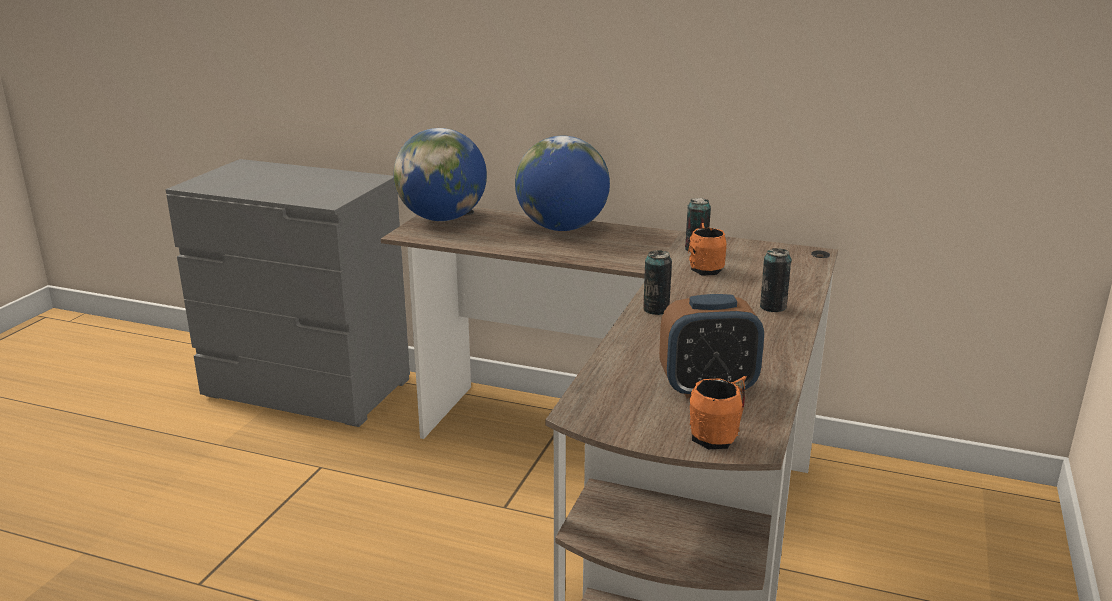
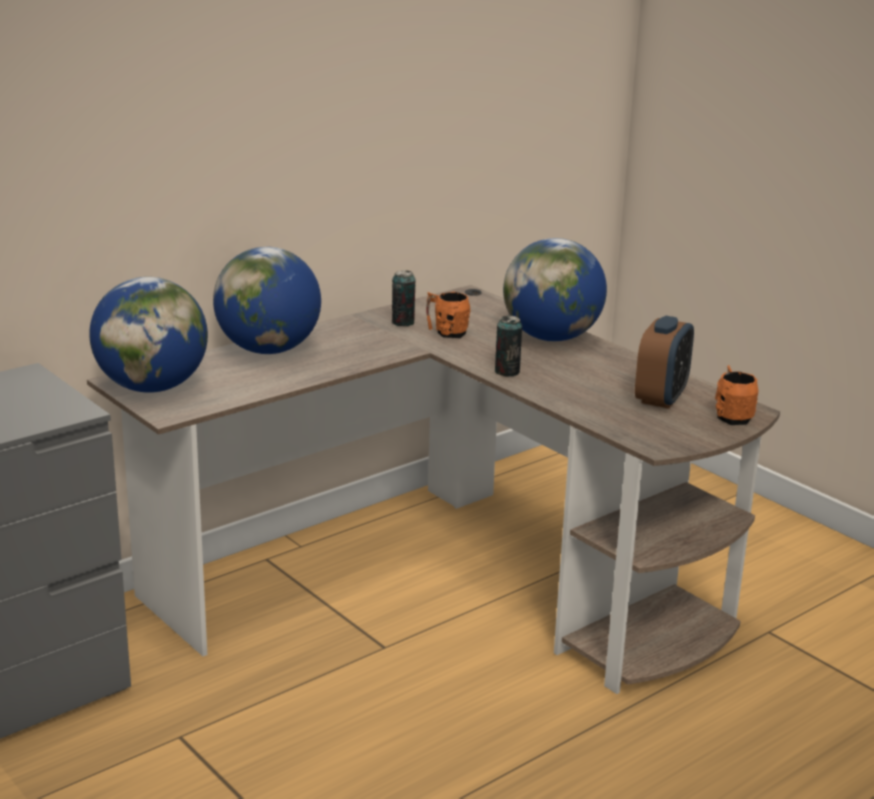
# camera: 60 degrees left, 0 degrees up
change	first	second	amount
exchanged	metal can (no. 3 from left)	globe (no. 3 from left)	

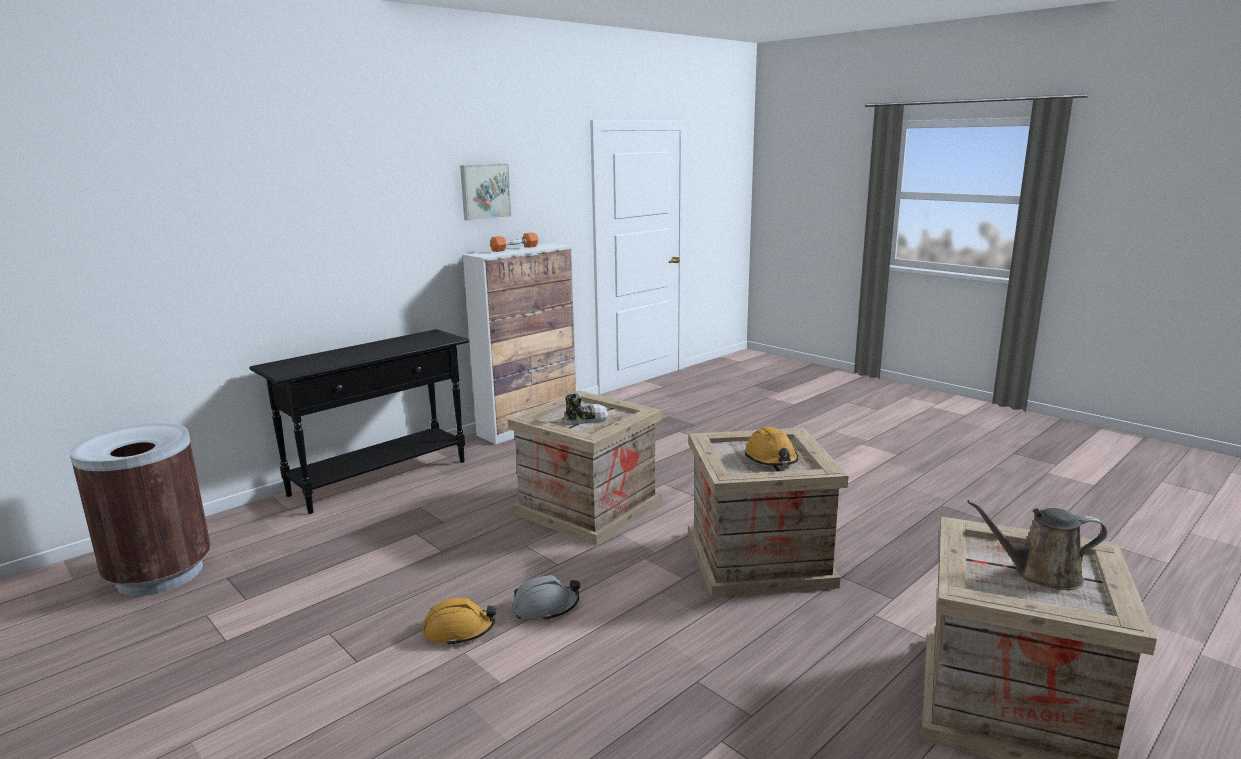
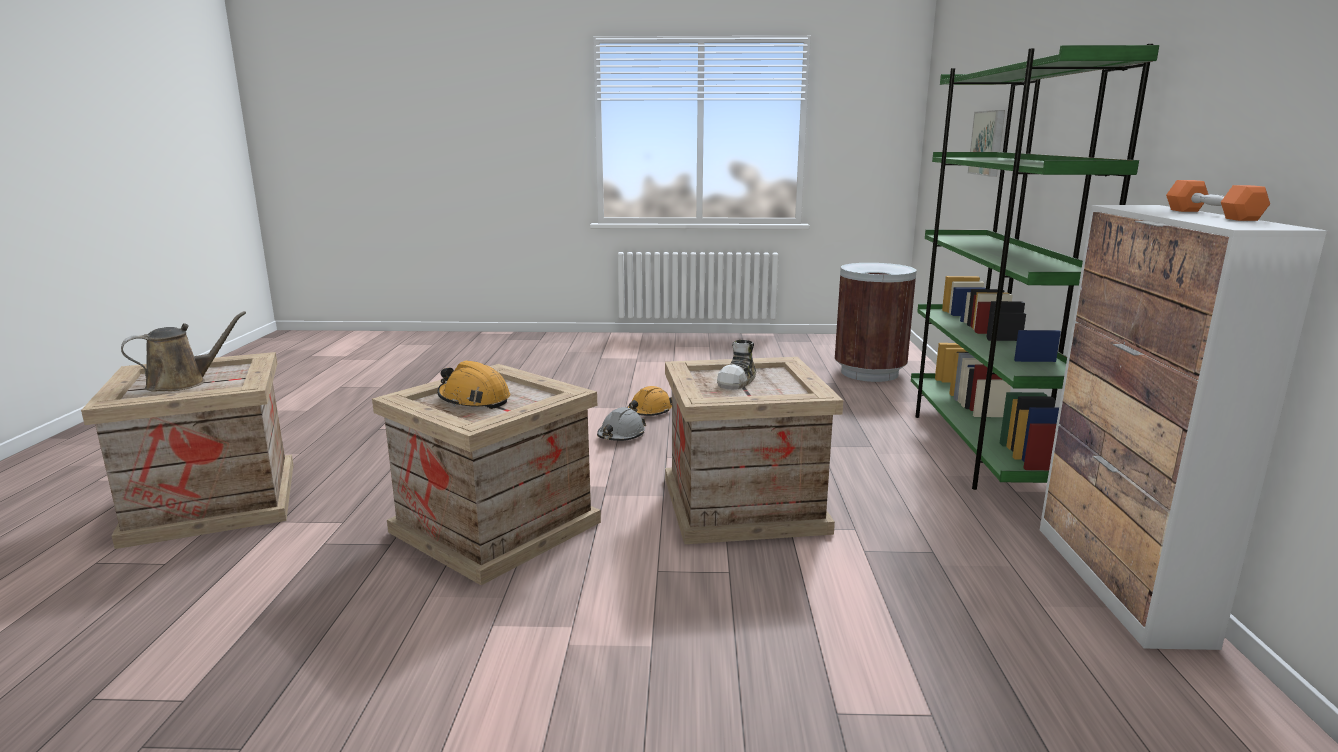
# camera: 135 degrees right, 0 degrees up
change	first	second	amount
relocated	wall art		
exchanged	hall table in blackish	bookshelf in green-coloured	

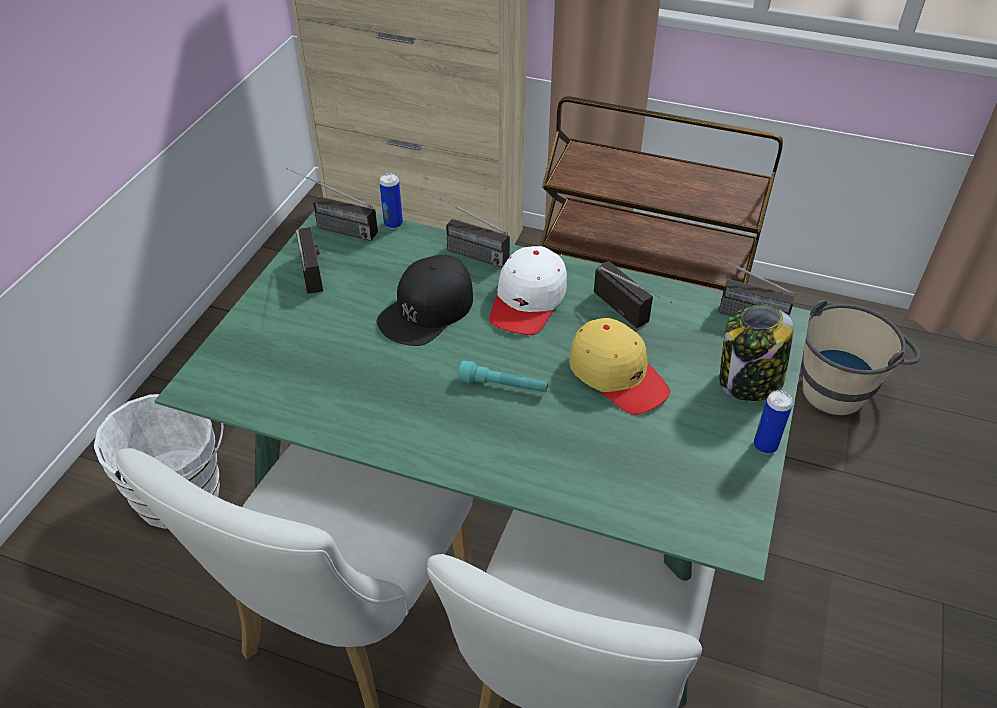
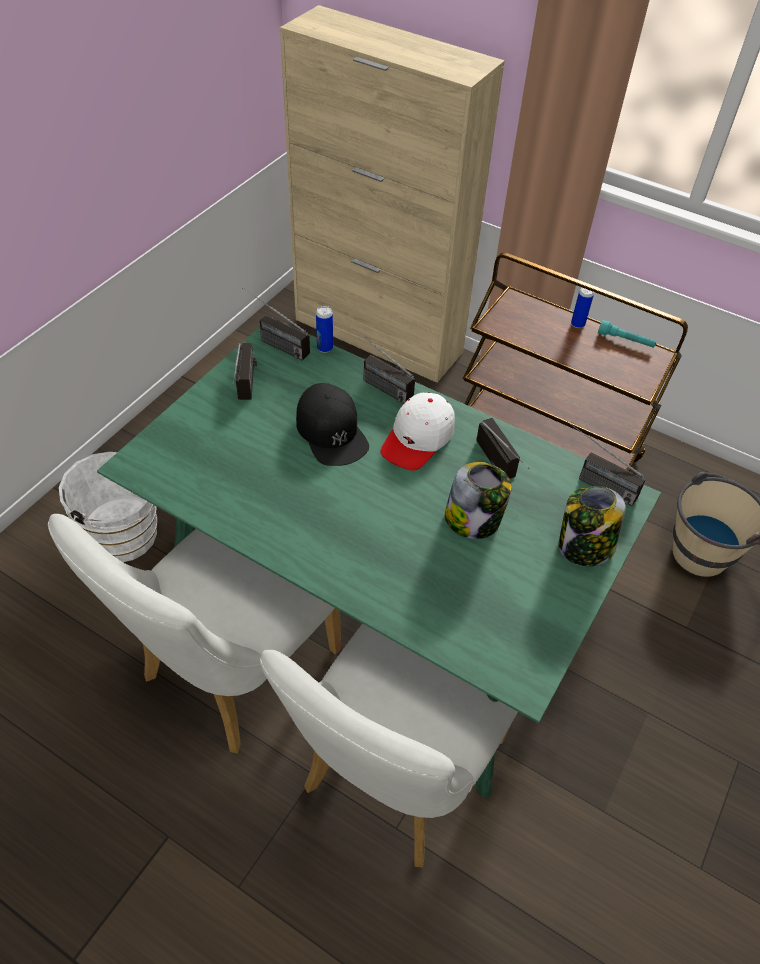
# camera: 10 degrees right, 5 degrees up
change	first	second	amount
relocated	flashlight in turquoise		
relocated	metal can (no. 2 from left)		
exchanged	peaked cap in yellow-coloured	storage jar (no. 1 from left)	
spun	peaked cap in blackish		75 degrees counterclockwise

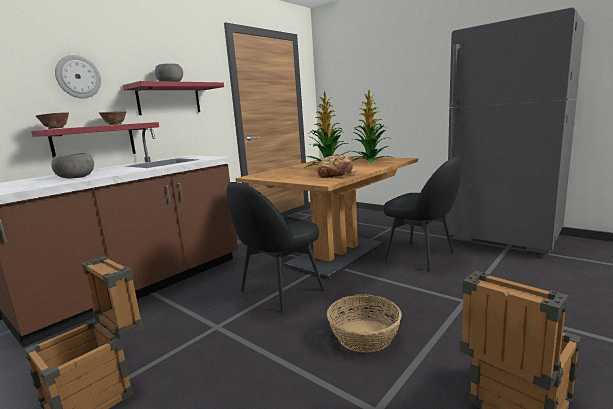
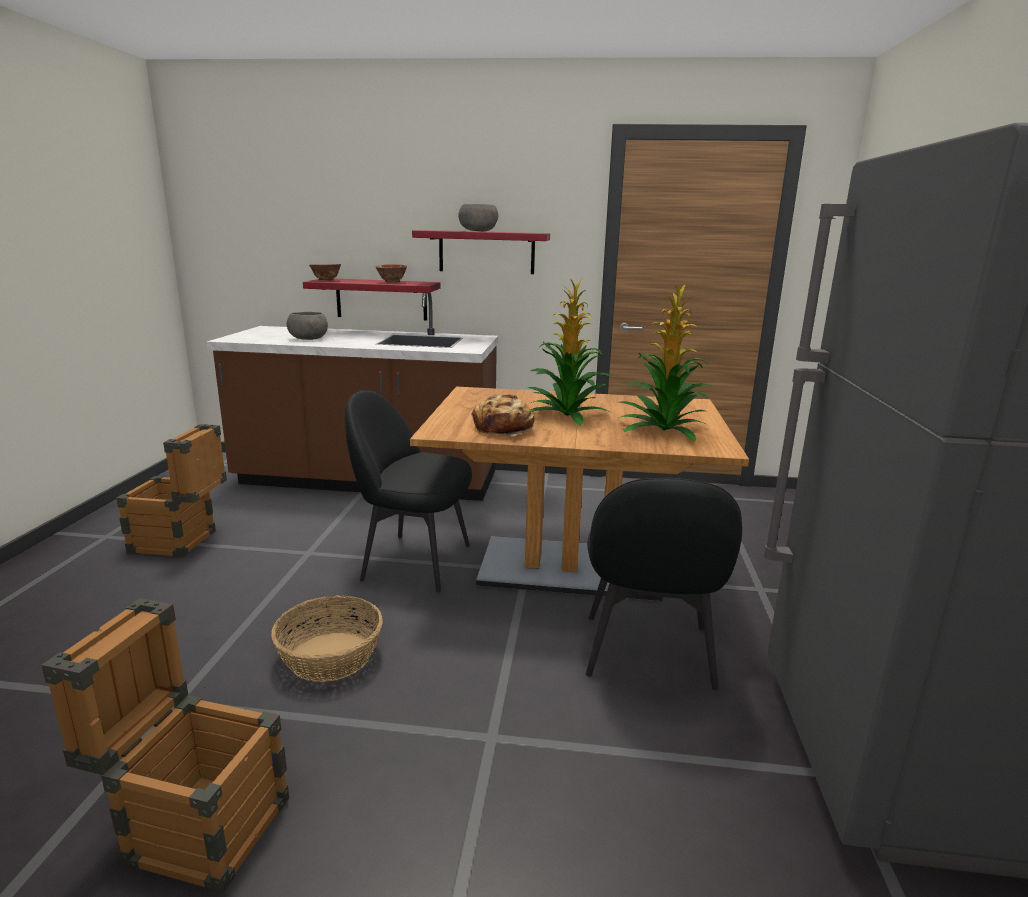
# camera: 55 degrees right, 5 degrees up
change	first	second	amount
missing	clock on the wall		

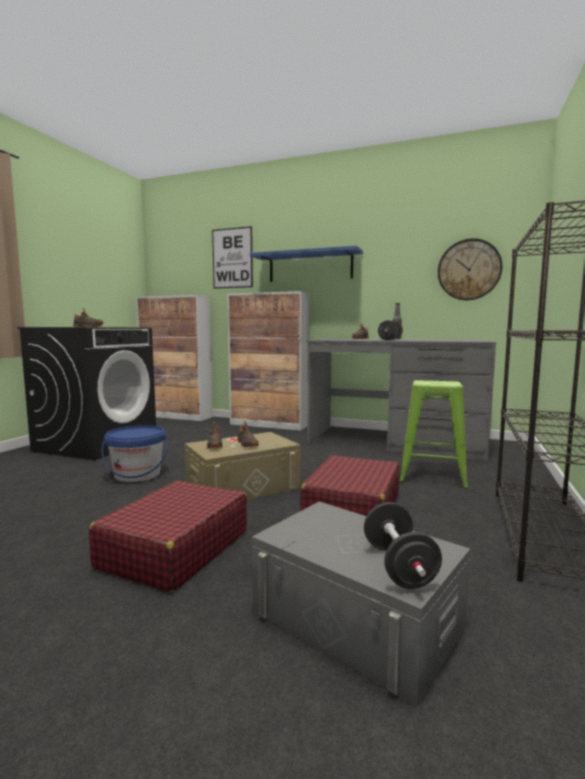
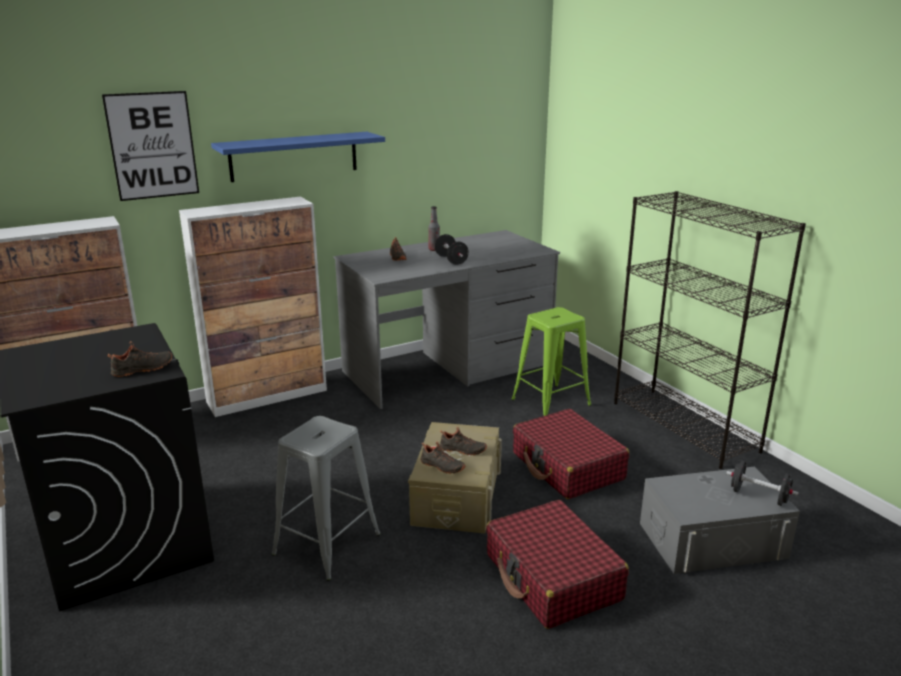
# camera: 50 degrees left, 15 degrees up
change	first	second	amount
missing	clock on the wall		
exchanged	bucket in blue-coloured	sitting stool in grey	

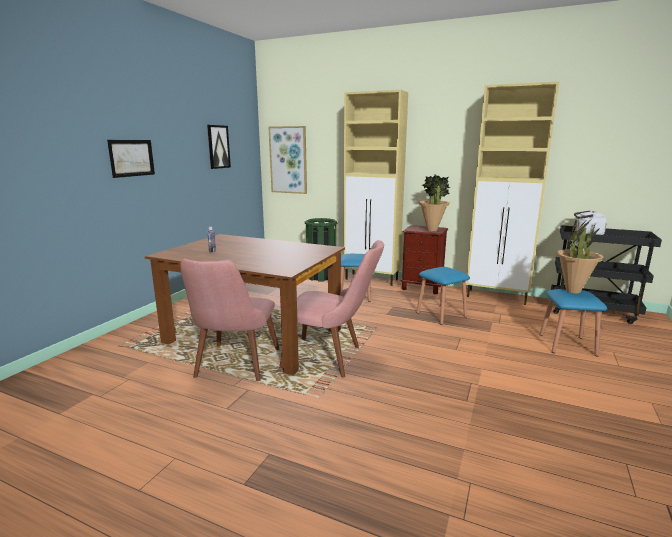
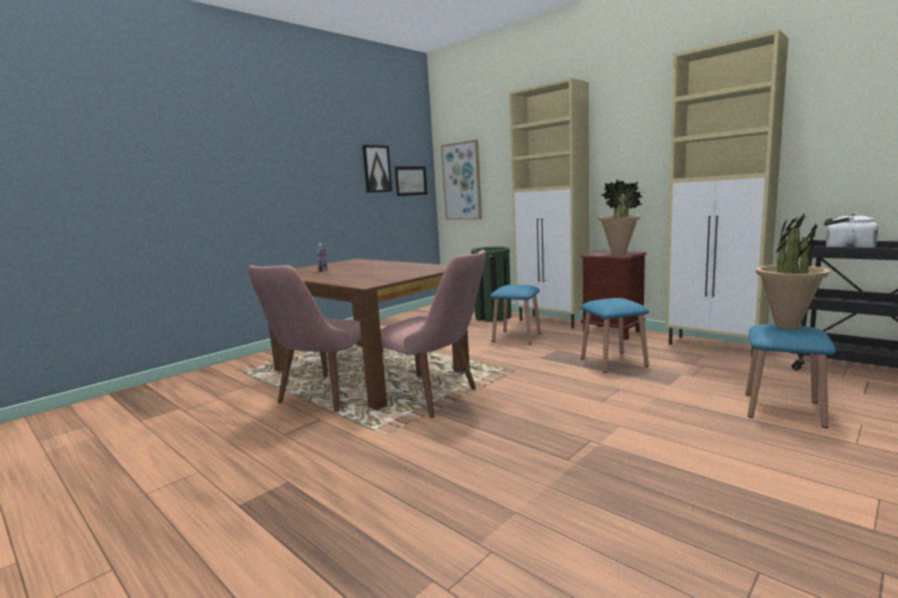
# camera: 20 degrees right, 5 degrees down
change	first	second	amount
relocated	wall art (no. 1 from left in the first image)	wall art (no. 2 from left)	

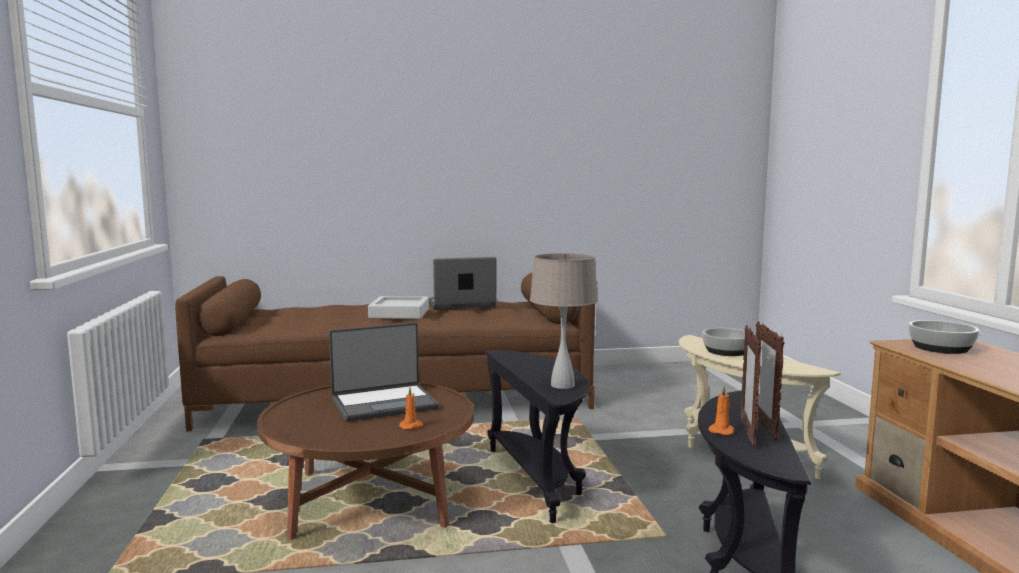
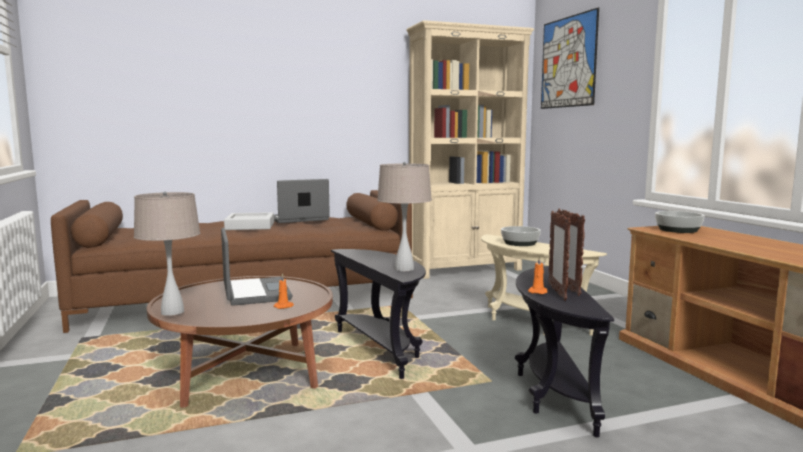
# camera: 10 degrees left, 0 degrees up
change	first	second	amount
appeared		tabletop lamp in beige (no. 1 from left)	
appeared		bookshelf in beige	
appeared		wall art	
spun	notebook computer (no. 1 from left)		75 degrees counterclockwise

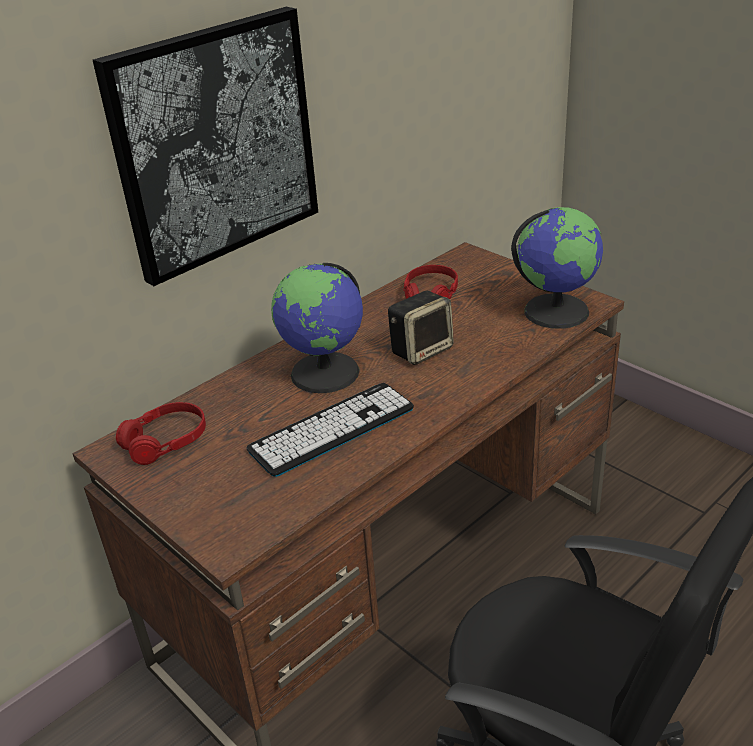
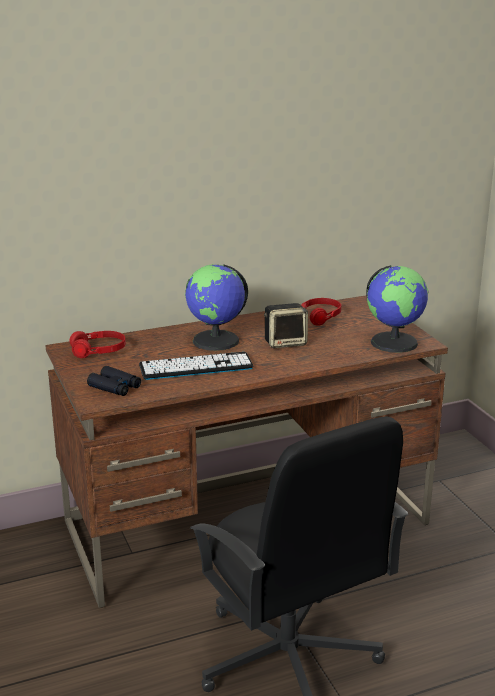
# camera: 20 degrees right, 10 degrees down
change	first	second	amount
missing	wall art		
appeared		binoculars in blackish	

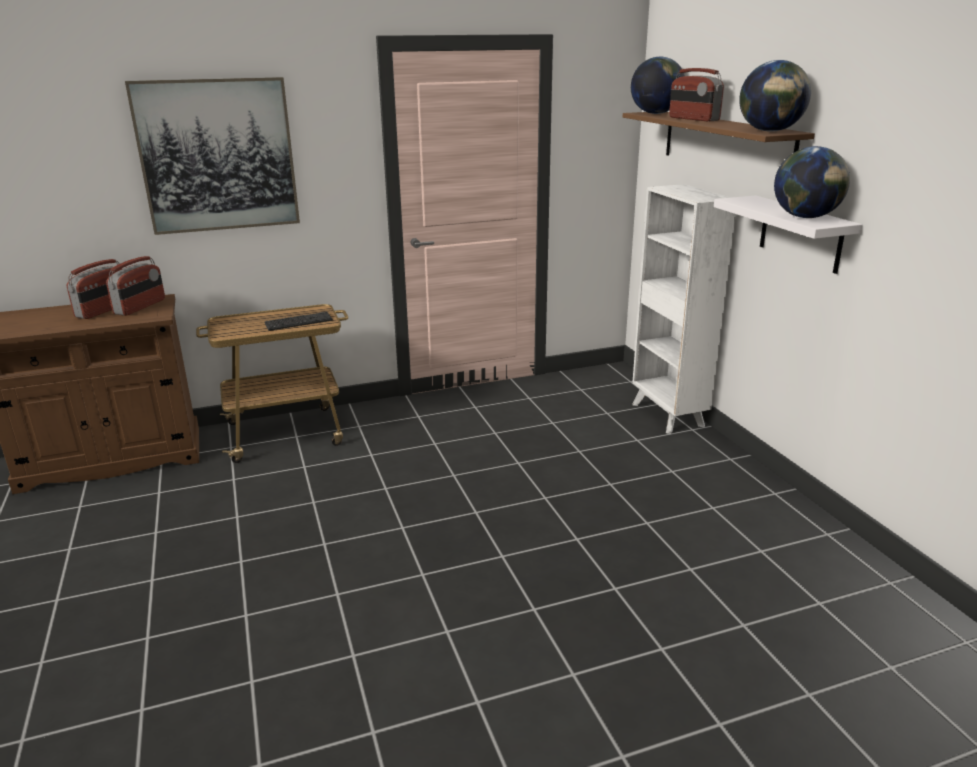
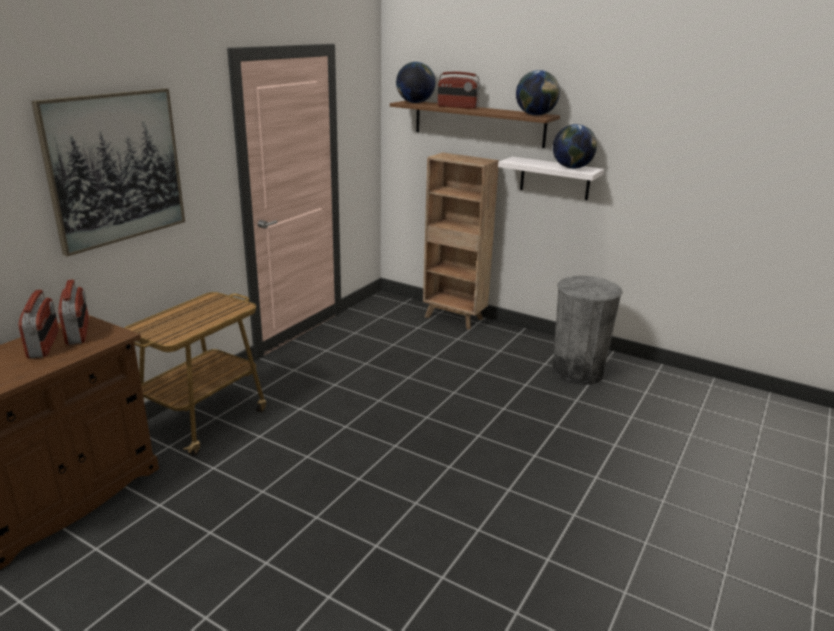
# camera: 40 degrees left, 0 degrees up
change	first	second	amount
missing	PC keyboard		
appeared		waste bin in grey	
colour	bookshelf in white-coloured	bookshelf in brown-coloured	

